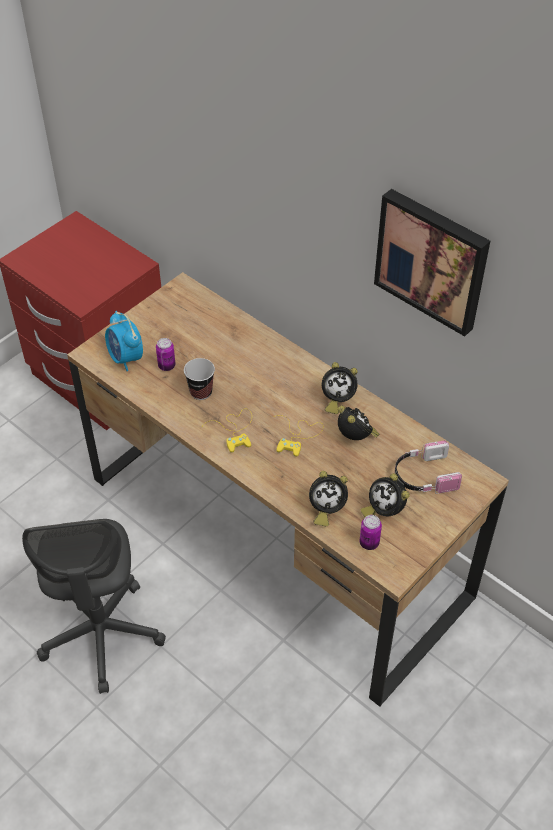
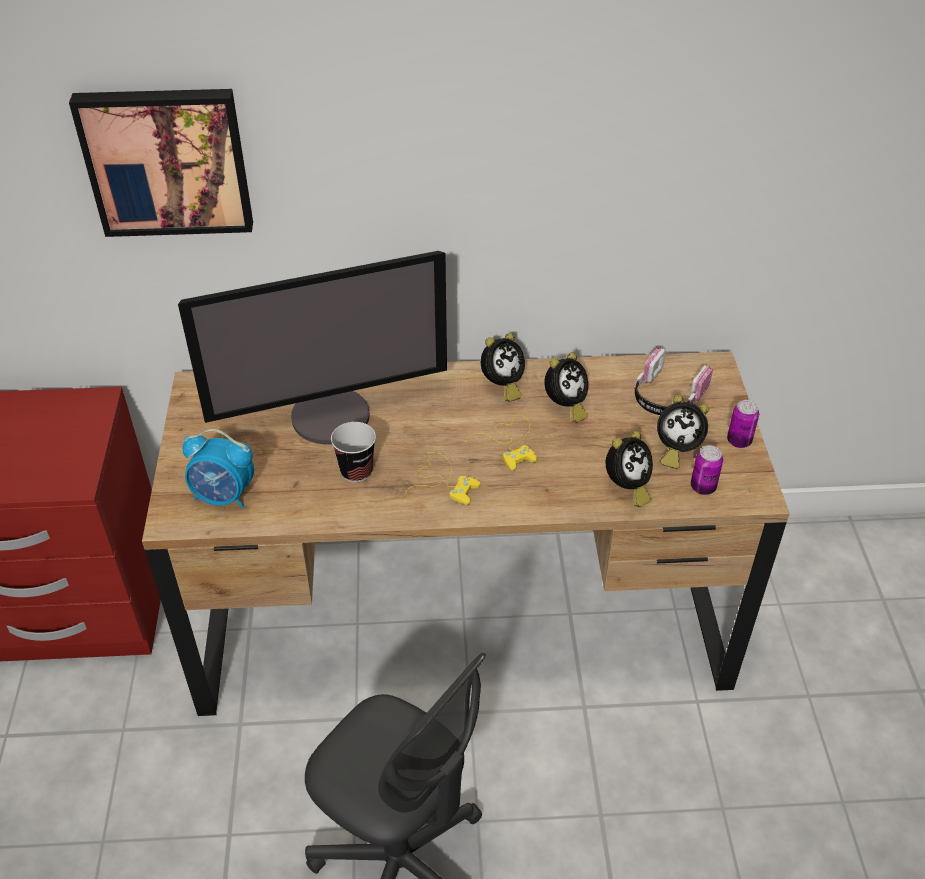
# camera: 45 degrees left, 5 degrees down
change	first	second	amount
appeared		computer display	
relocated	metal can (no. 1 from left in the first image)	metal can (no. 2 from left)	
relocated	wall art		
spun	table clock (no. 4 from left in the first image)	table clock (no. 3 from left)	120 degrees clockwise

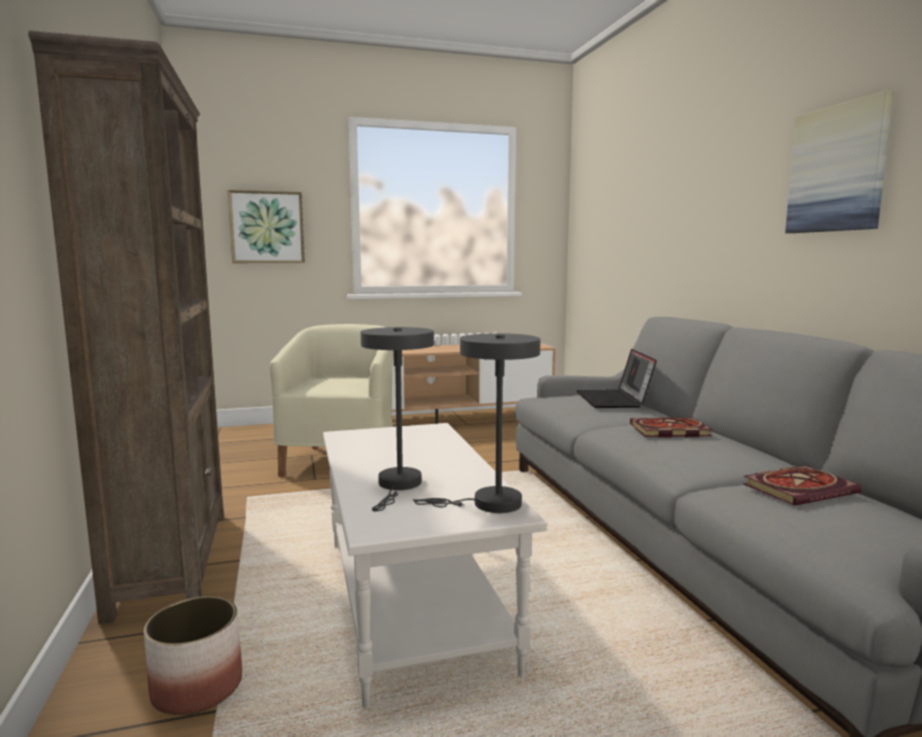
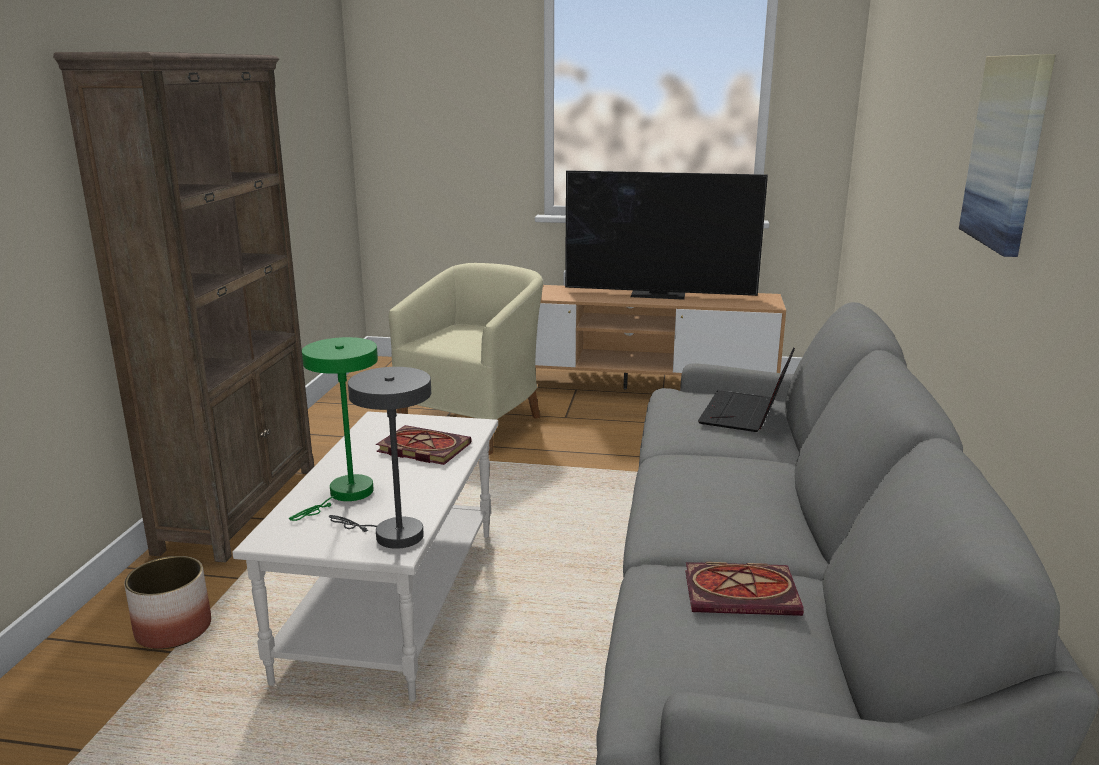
# camera: 25 degrees right, 10 degrees up
change	first	second	amount
missing	wall art (no. 1 from left)		
appeared		TV set	
relocated	book (no. 1 from left)		
colour	tabletop lamp in grey (no. 1 from left)	tabletop lamp in green-coloured	

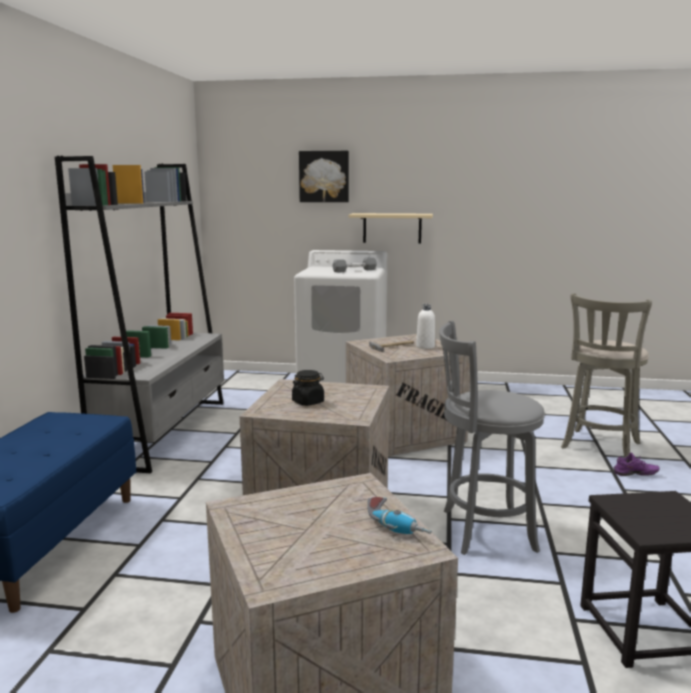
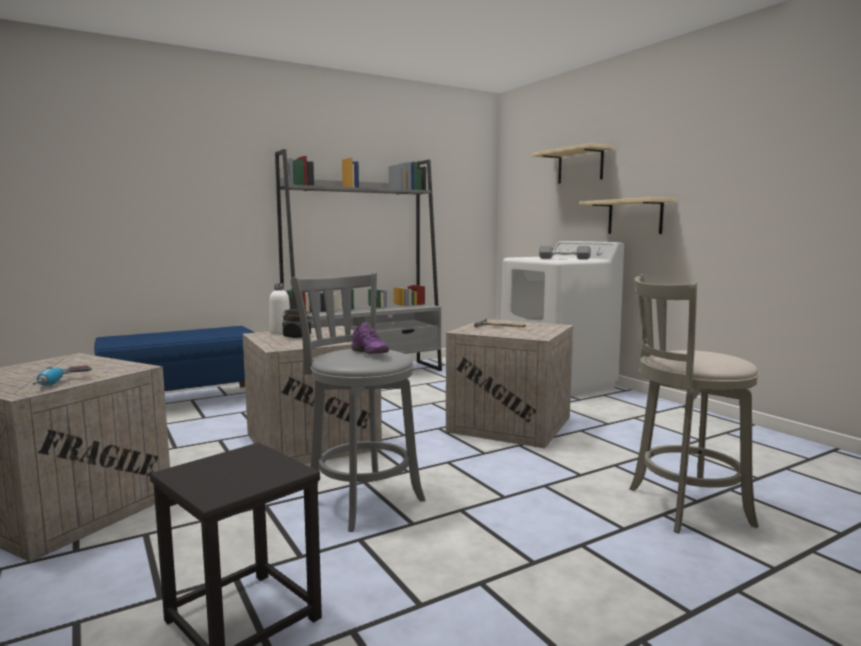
# camera: 50 degrees right, 5 degrees down
change	first	second	amount
relocated	beverage bottle in white-coloured		
relocated	low shoe in purple-coloured		
exchanged	wall art	shelf in beige (no. 1 from left)	

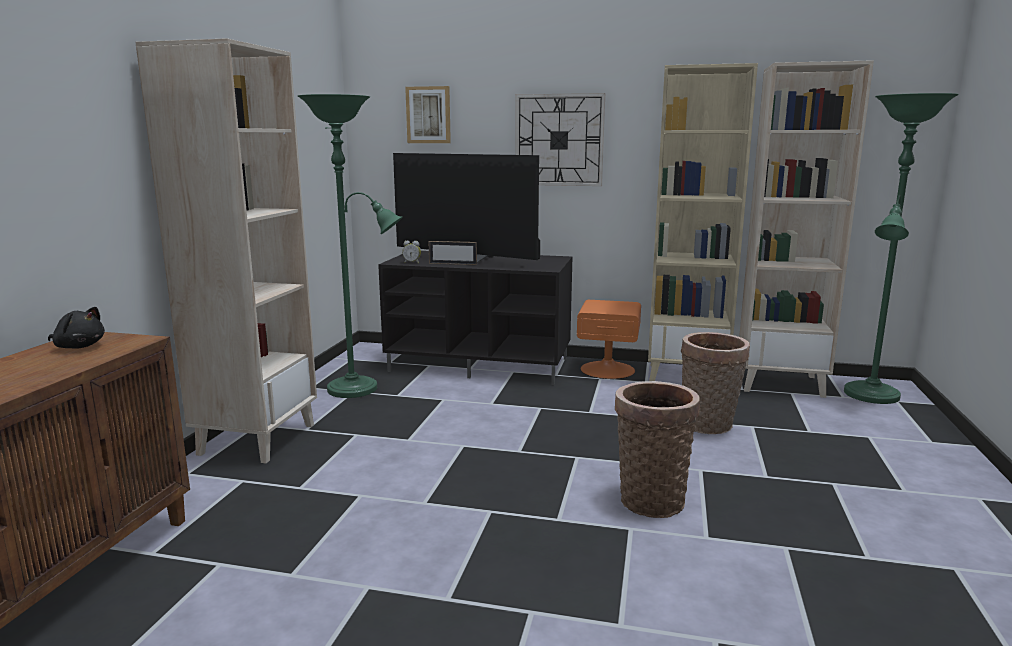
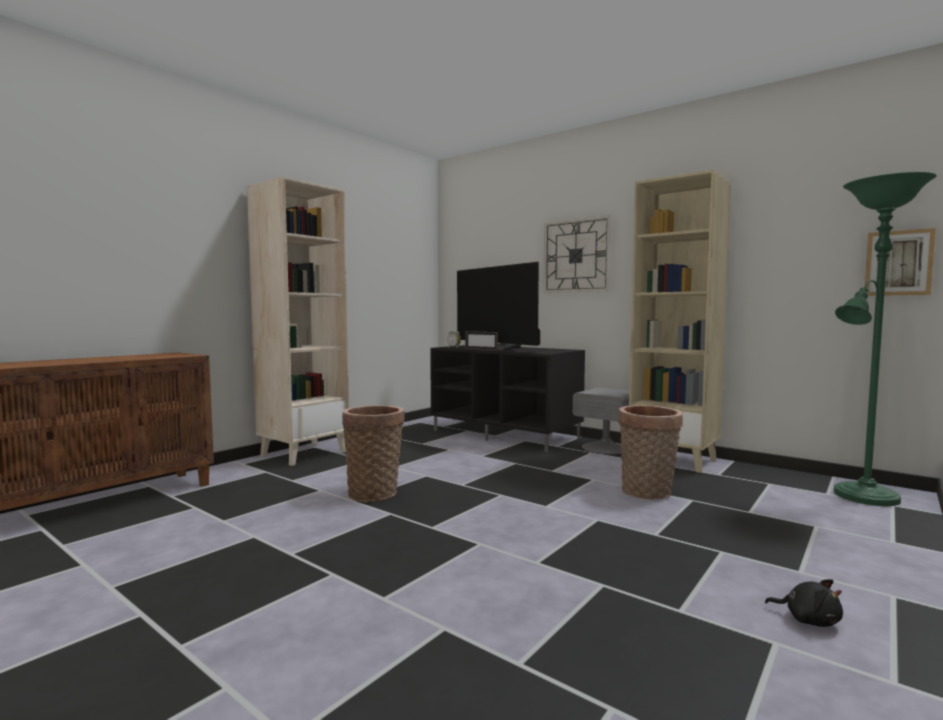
# camera: 25 degrees right, 10 degrees down
change	first	second	amount
missing	standing lamp in green-coloured (no. 1 from left)		
missing	bookshelf in beige (no. 3 from left)		
relocated	soft toy in blackish		
relocated	wall art		
relocated	storage basket (no. 1 from left)		
colour	night table in orangey	night table in grey	

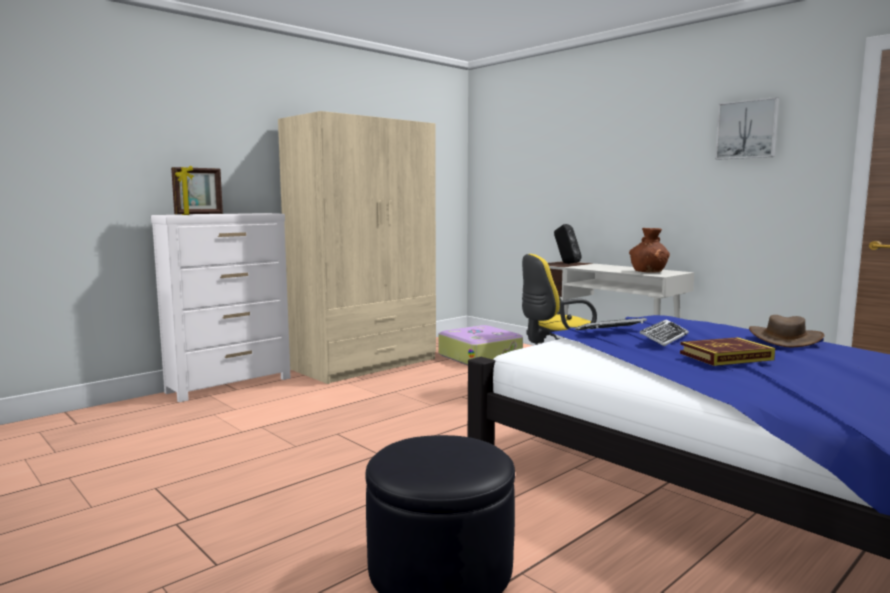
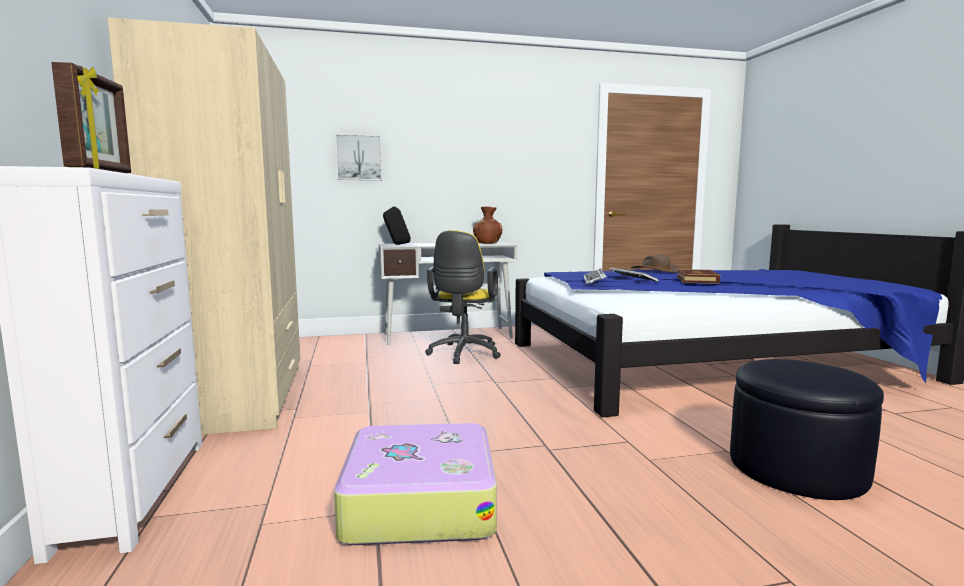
# camera: 60 degrees left, 0 degrees up
change	first	second	amount
relocated	piece of luggage		
relocated	wall art		

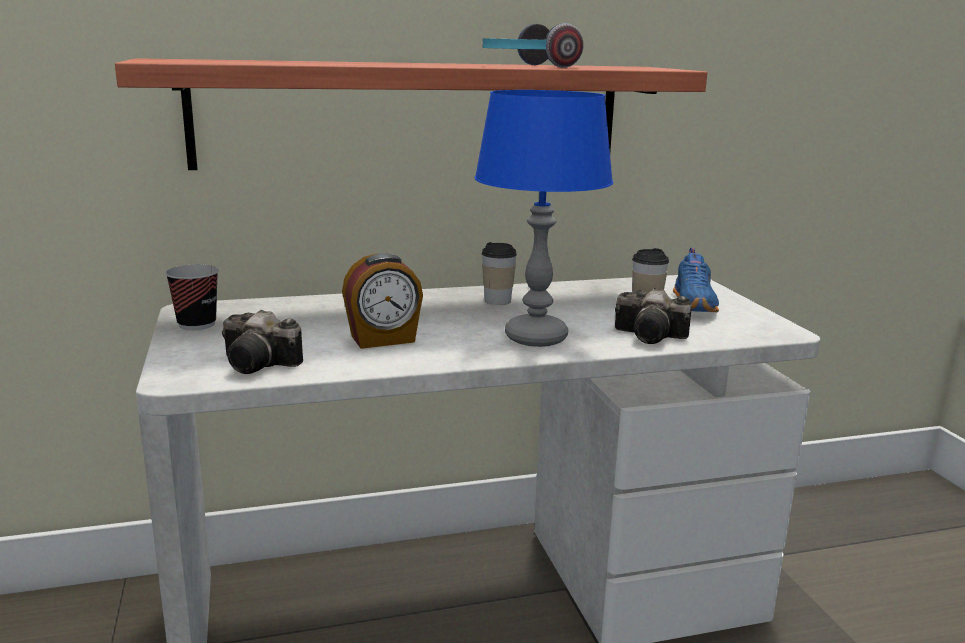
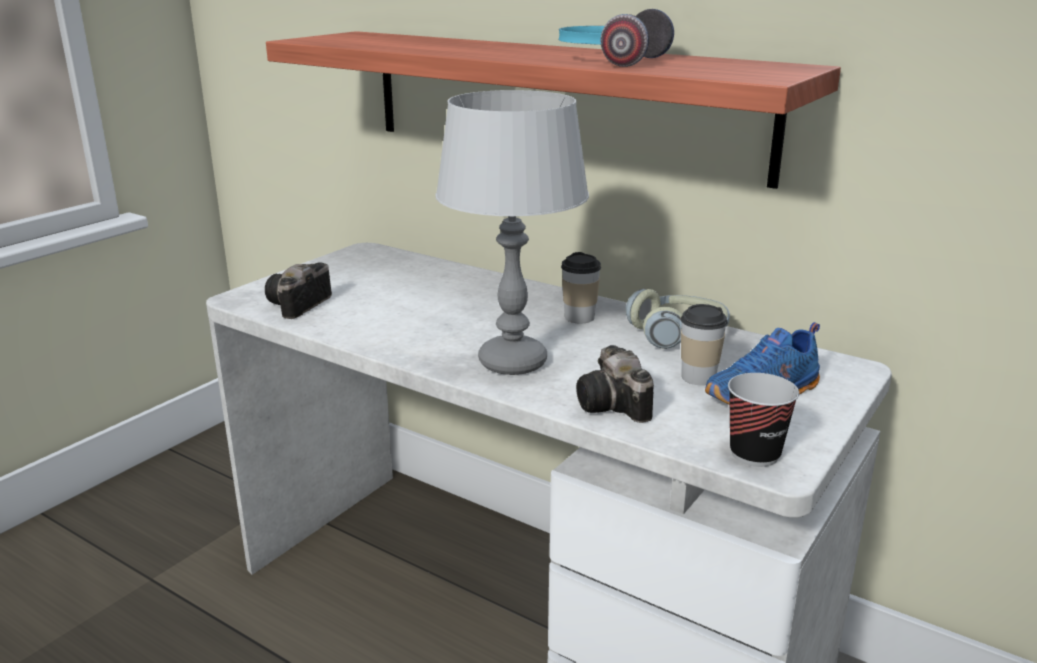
# camera: 50 degrees right, 5 degrees up
change	first	second	amount
missing	table clock		
appeared		headphones (no. 2 from left)	
relocated	drinking cup (no. 1 from left in the first image)	drinking cup (no. 3 from left)	
colour	tabletop lamp in blue-coloured	tabletop lamp in grey	
spun	photo camera (no. 1 from left)		45 degrees clockwise

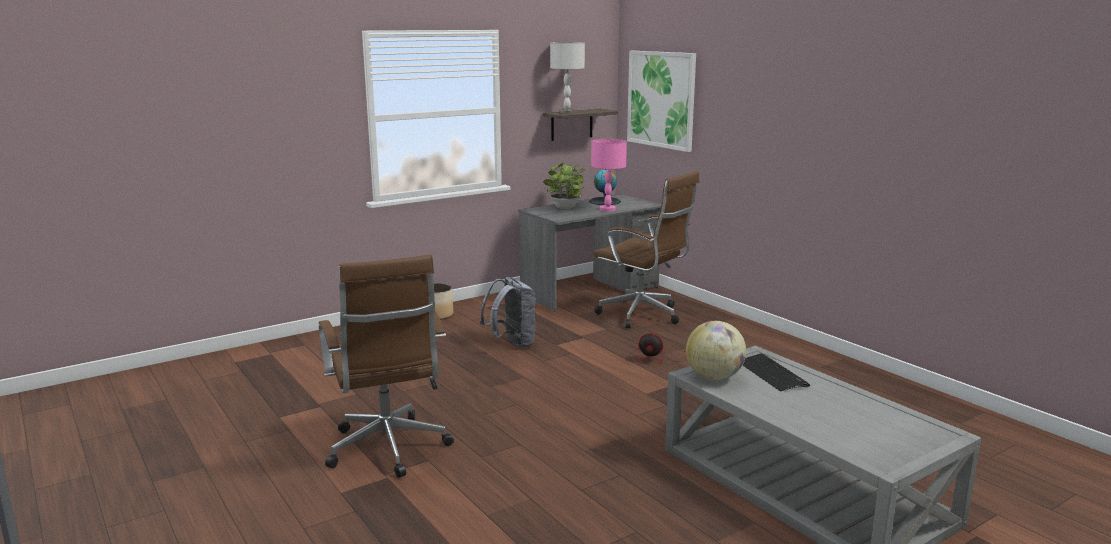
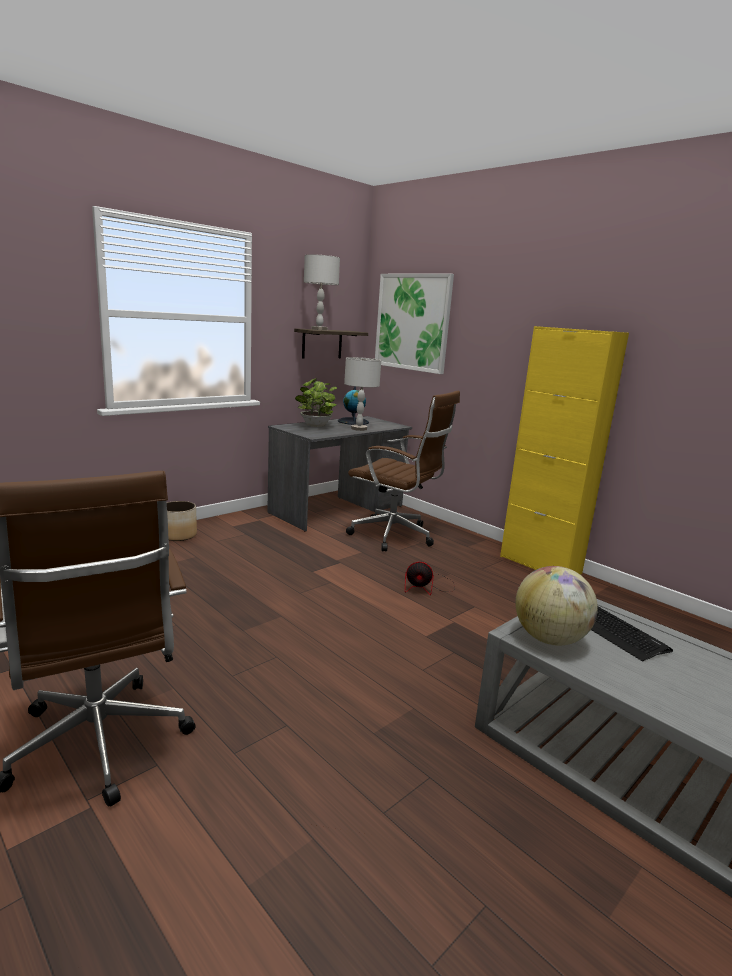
# camera: 10 degrees left, 0 degrees up
change	first	second	amount
missing	knapsack in grey		
appeared		storage cabinet in yellow-coloured	
colour	tabletop lamp in pink-coloured	tabletop lamp in grey (no. 2 from left)	

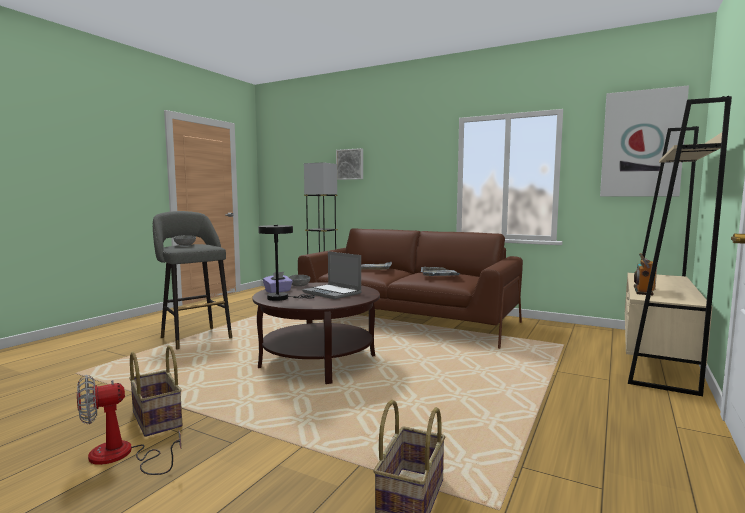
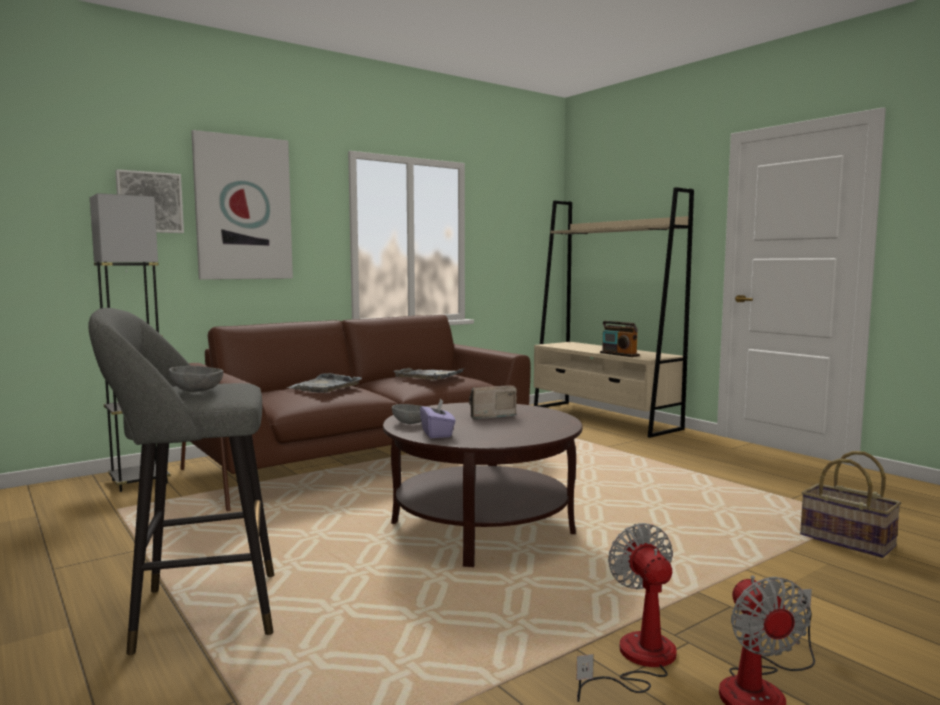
# camera: 65 degrees left, 0 degrees up
change	first	second	amount
missing	tabletop lamp in blackish		
relocated	wall art (no. 2 from left)		
exchanged	storage basket (no. 1 from left)	cooling fan (no. 1 from left)	
exchanged	notebook computer	radio (no. 1 from left)	

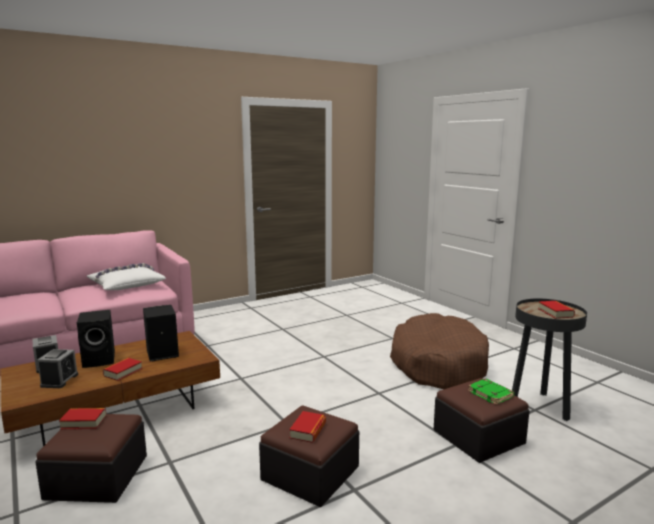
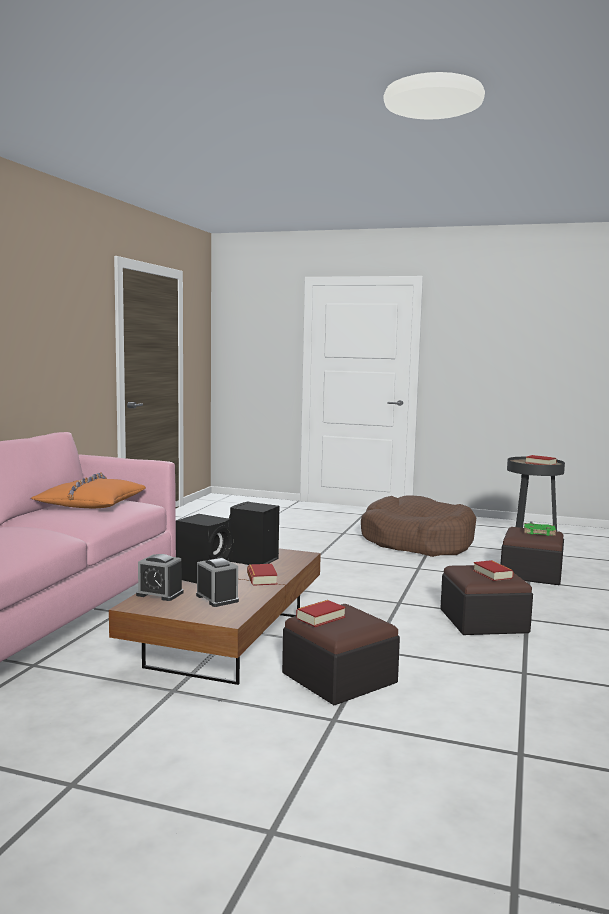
# camera: 40 degrees left, 5 degrees down
change	first	second	amount
colour	pillow in white-coloured	pillow in orangey	

